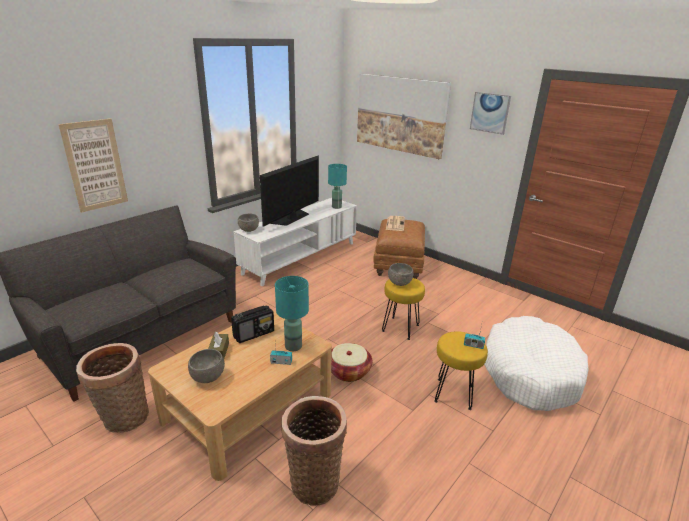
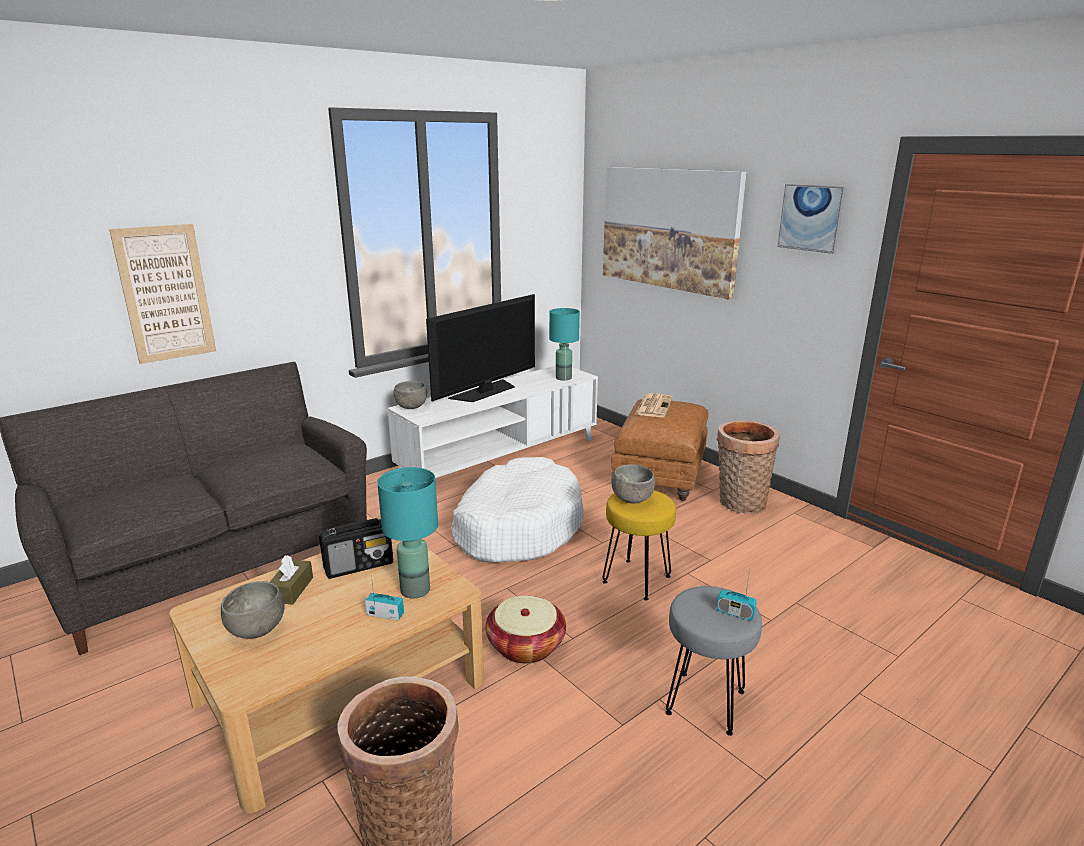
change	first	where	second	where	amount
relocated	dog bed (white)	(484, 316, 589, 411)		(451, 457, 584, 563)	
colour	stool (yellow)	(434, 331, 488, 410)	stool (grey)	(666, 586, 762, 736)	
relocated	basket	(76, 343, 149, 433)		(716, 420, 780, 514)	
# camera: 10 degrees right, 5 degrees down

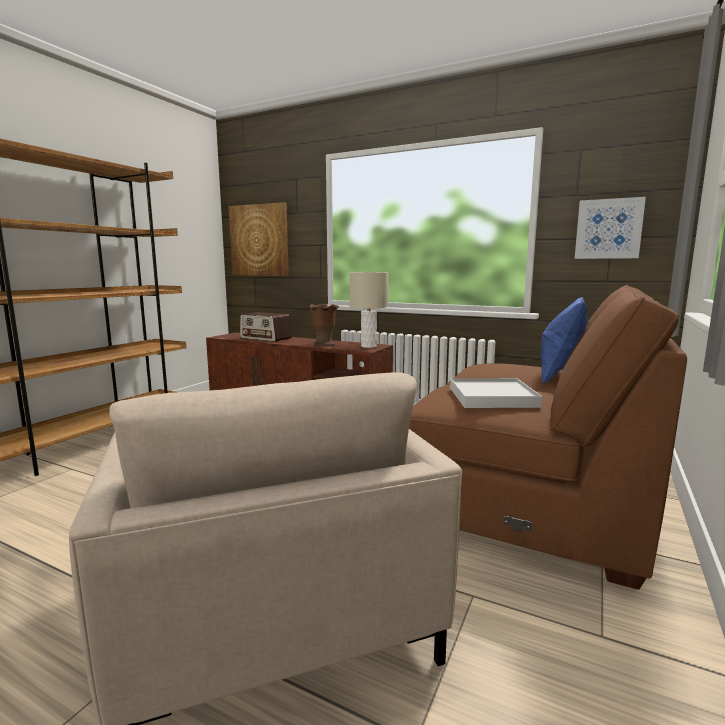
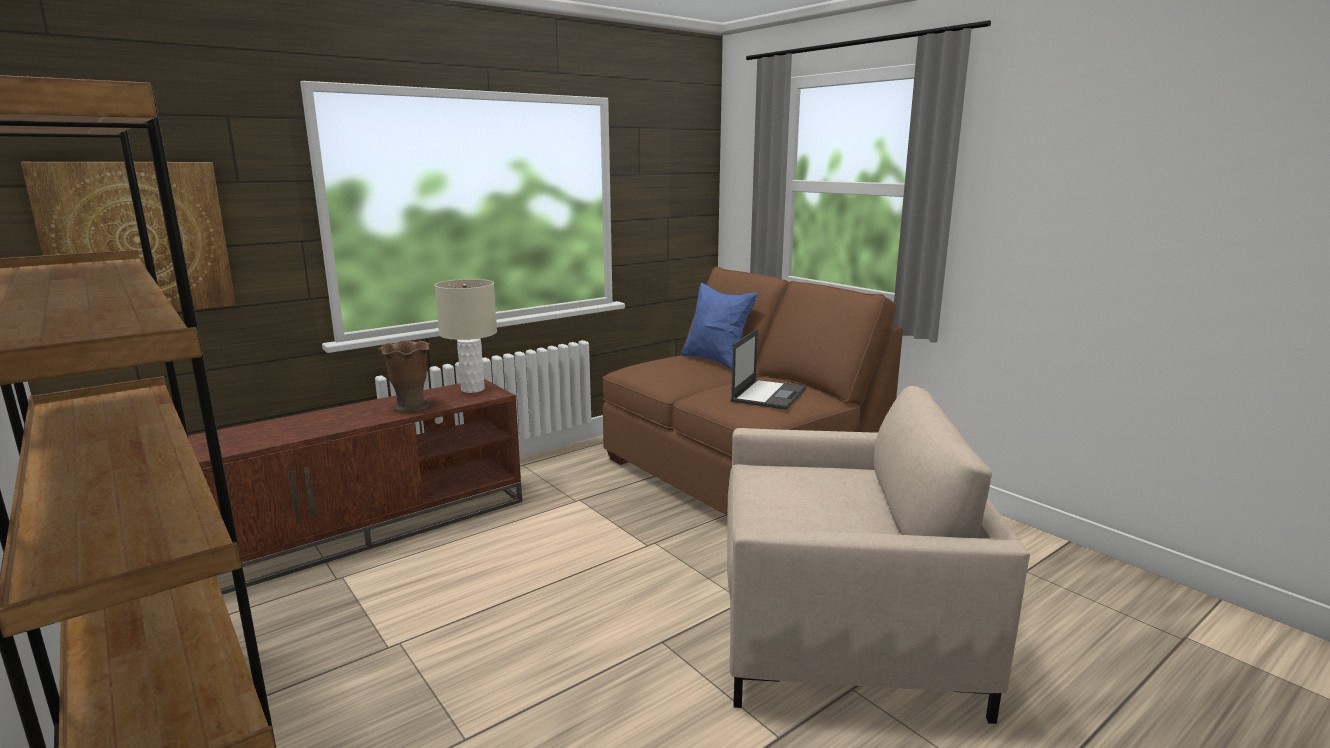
change	first	where	second	where	amount
exchanged	tray (white)	(450, 378, 542, 408)	laptop	(731, 329, 806, 410)	
missing	radio	(240, 312, 292, 342)			
missing	picture	(575, 197, 646, 259)			
# camera: 65 degrees left, 5 degrees up

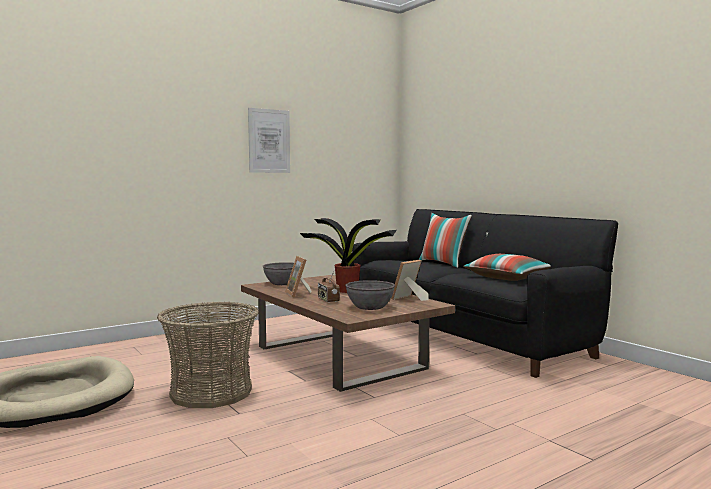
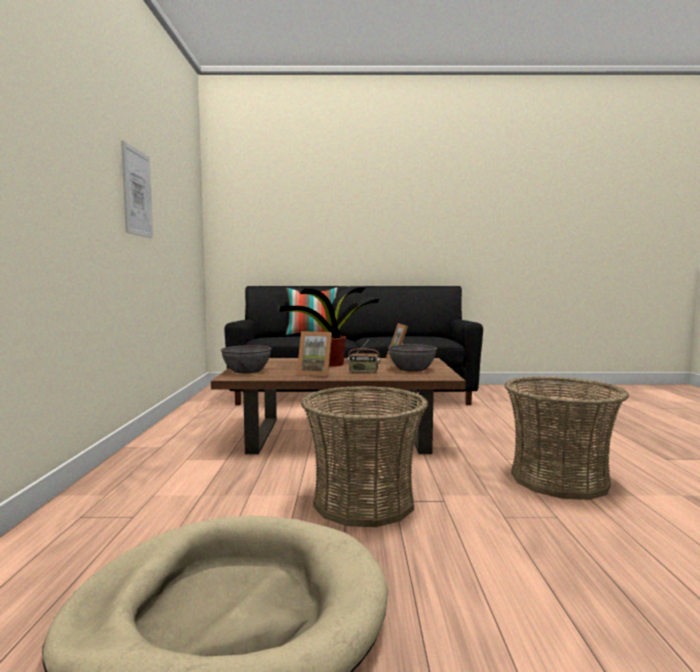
change	first	where	second	where	amount
appeared			basket	(505, 376, 629, 500)	
missing	pillow	(463, 254, 551, 281)			
# camera: 55 degrees left, 0 degrees up

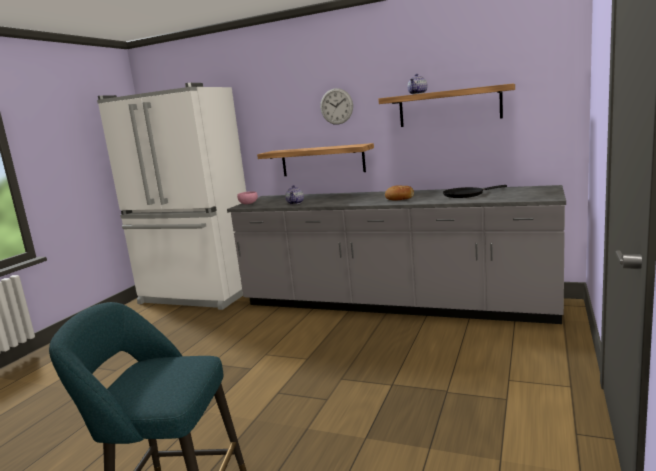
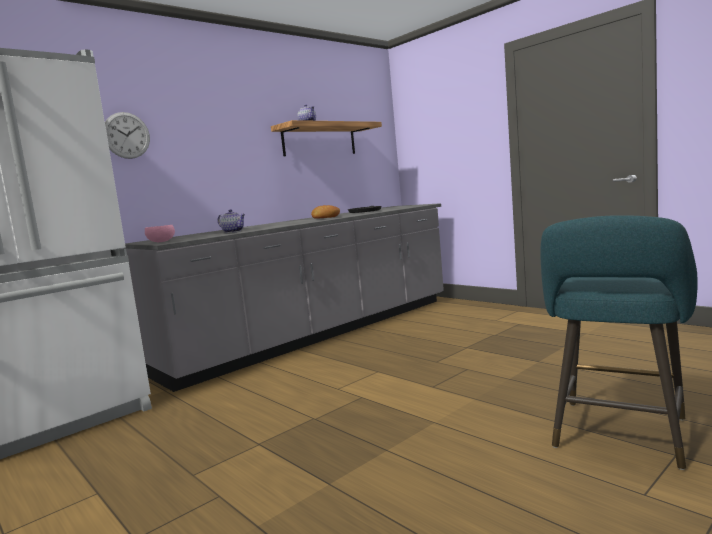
change	first	where	second	where	amount
relocated	wall clock	(320, 88, 353, 125)		(105, 112, 150, 159)	
missing	shelf	(257, 143, 374, 176)			
# camera: 65 degrees left, 5 degrees down

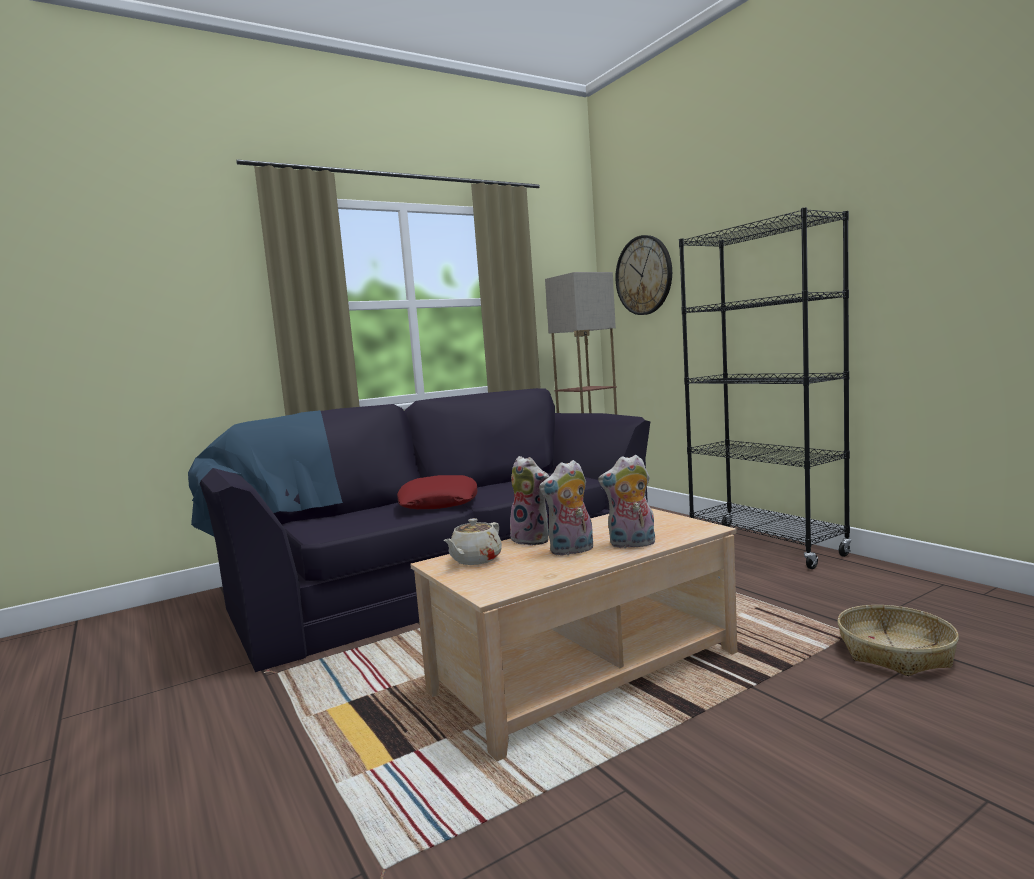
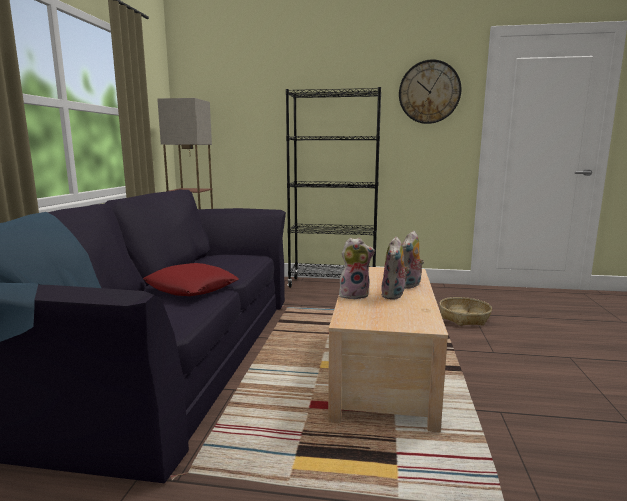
change	first	where	second	where	amount
relocated	wall clock	(615, 235, 672, 315)		(399, 59, 462, 124)	
missing	teapot (beige)	(443, 518, 502, 565)			
# camera: 50 degrees left, 5 degrees up

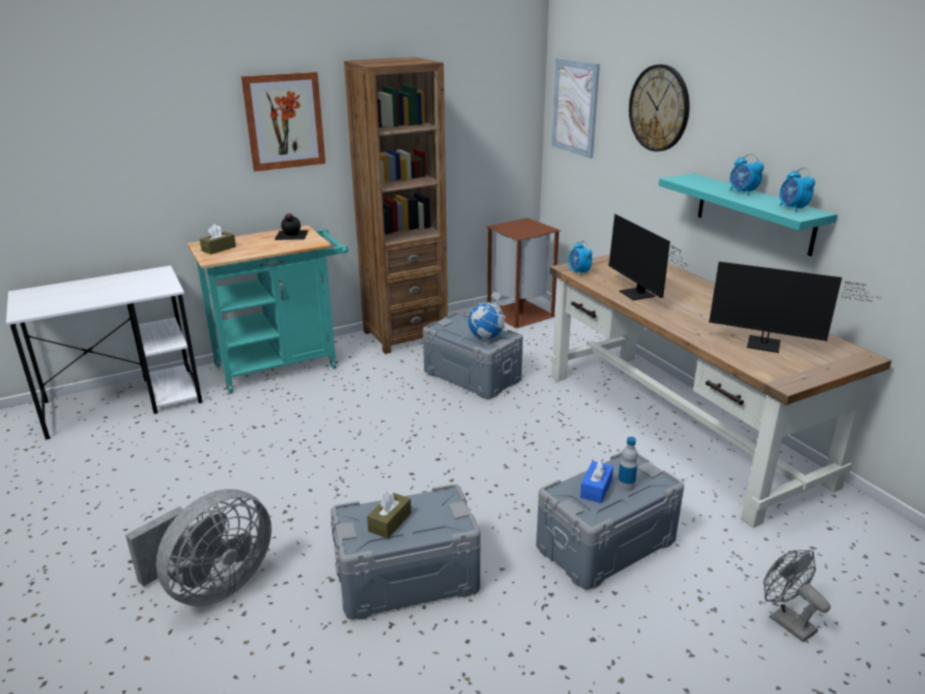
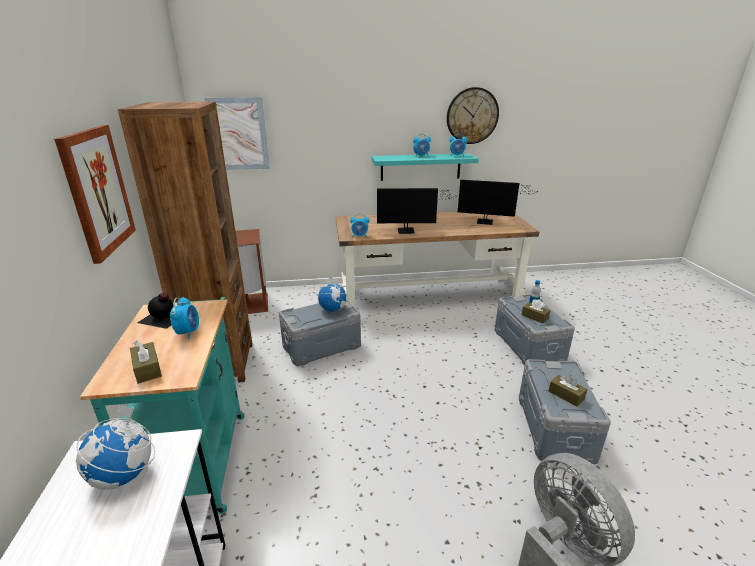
change	first	where	second	where	amount
appeared			globe	(76, 405, 155, 490)	
appeared			alarm clock	(170, 297, 199, 339)	
relocated	wall clock	(629, 64, 690, 152)		(447, 87, 499, 144)	
spun	monitor	(709, 262, 879, 353)		(458, 180, 538, 225)	60 degrees clockwise
colour	tissue box (blue)	(580, 458, 613, 503)	tissue box (brown)	(522, 299, 550, 323)	
missing	fan (grey)	(763, 550, 831, 642)			
# camera: 70 degrees left, 0 degrees up

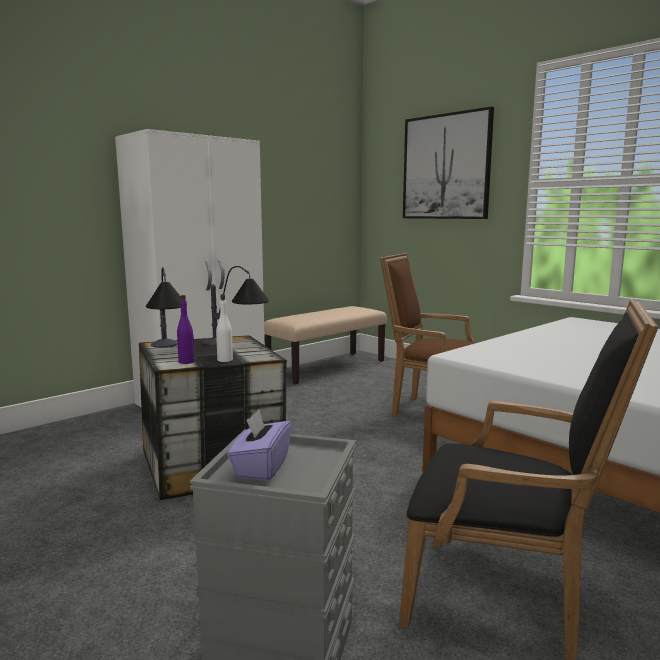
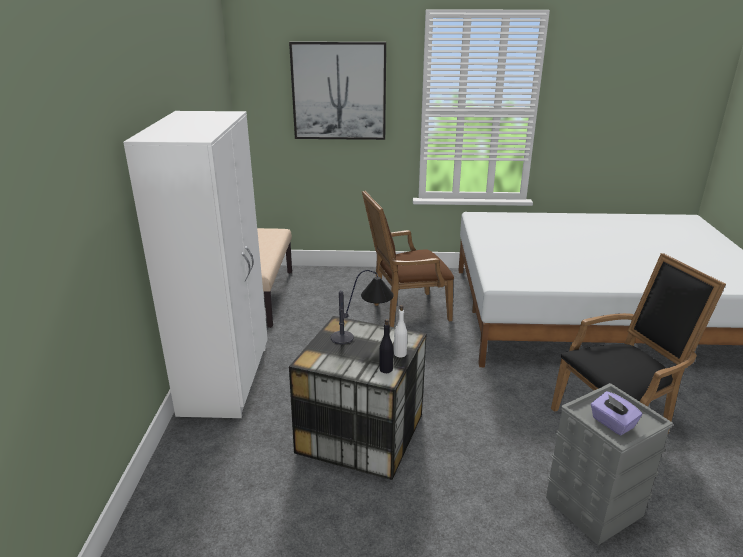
change	first	where	second	where	amount
colour	bottle (purple)	(177, 295, 194, 364)	bottle (black)	(379, 319, 393, 373)	
missing	table lamp	(146, 267, 181, 348)			
# camera: 45 degrees left, 15 degrees up

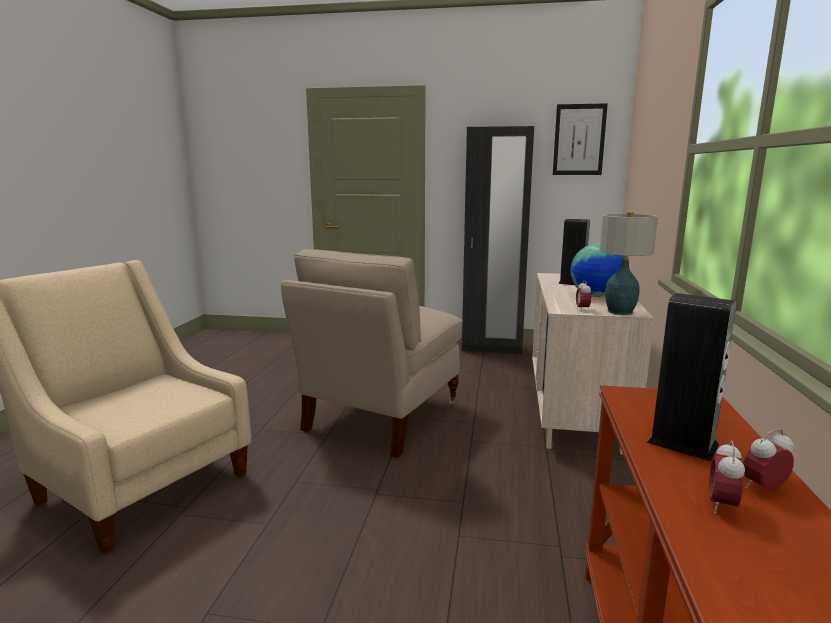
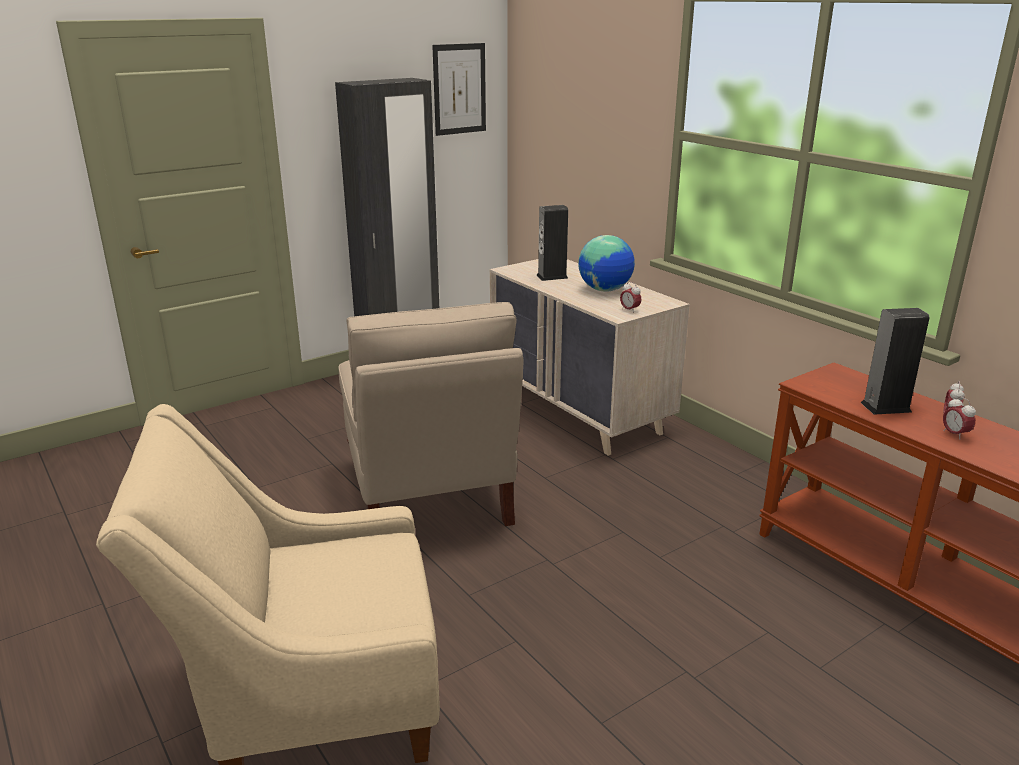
change	first	where	second	where	amount
missing	table lamp	(600, 211, 658, 315)			
# camera: 45 degrees left, 10 degrees up

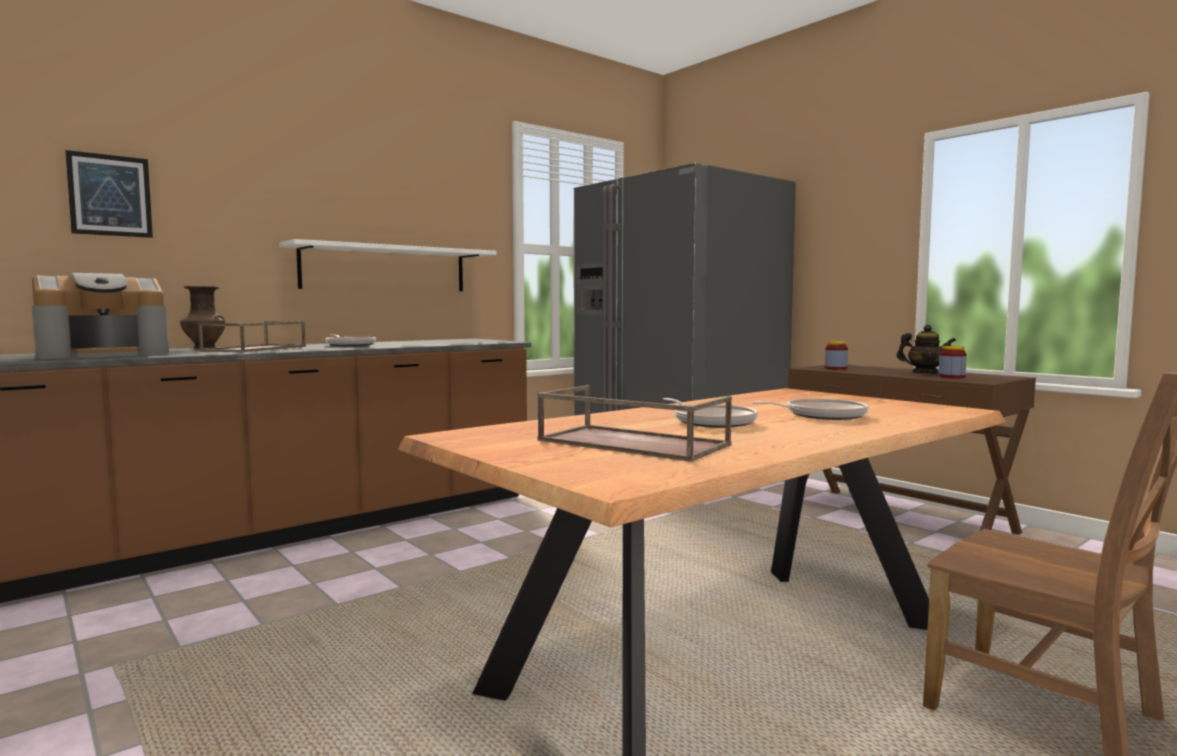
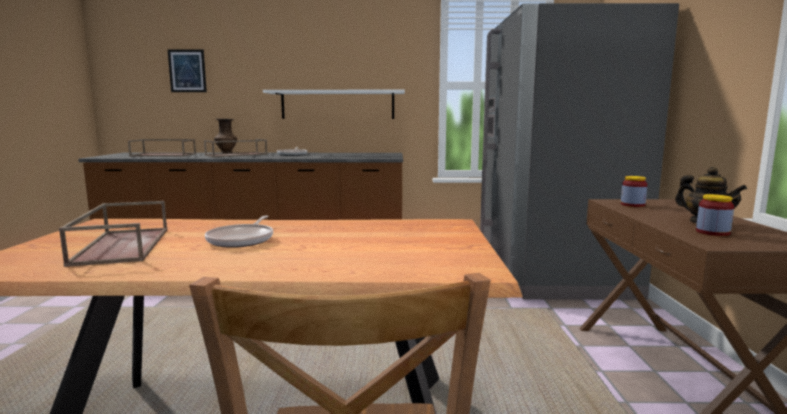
change	first	where	second	where	amount
exchanged	coffee machine	(32, 273, 169, 359)	tray (brown)	(128, 139, 196, 156)	
missing	frying pan	(752, 398, 869, 420)			
# camera: 40 degrees right, 5 degrees up

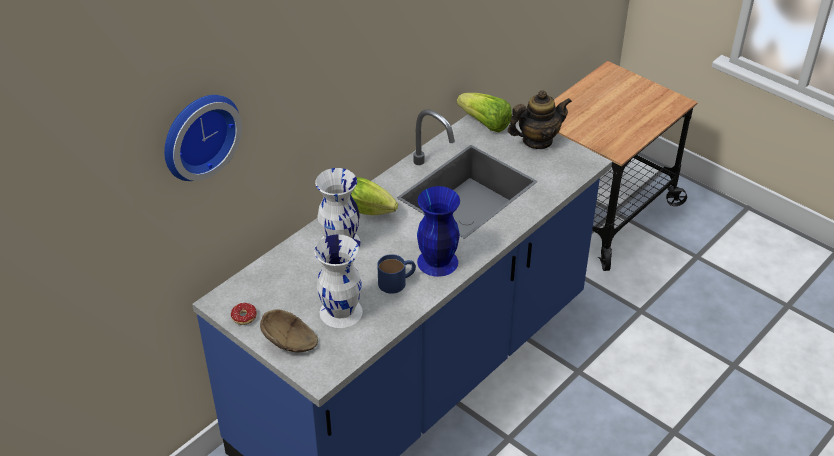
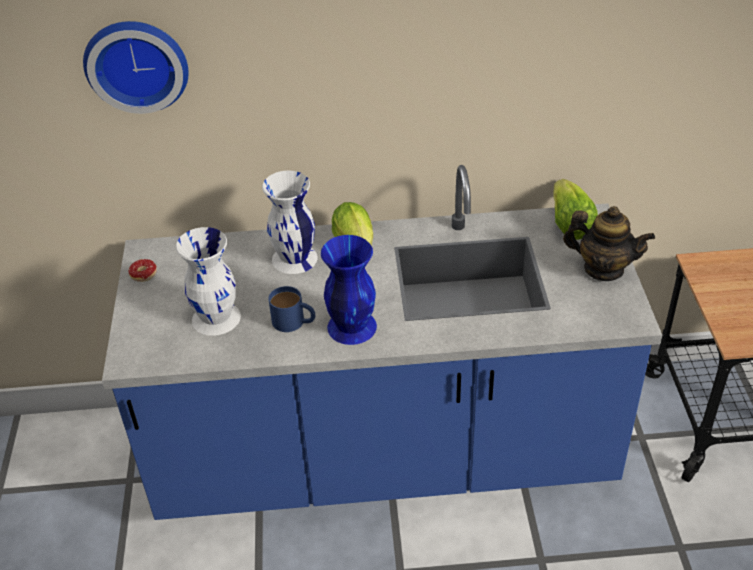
change	first	where	second	where	amount
missing	bowl (brown)	(260, 309, 318, 352)			
# camera: 45 degrees right, 0 degrees up

